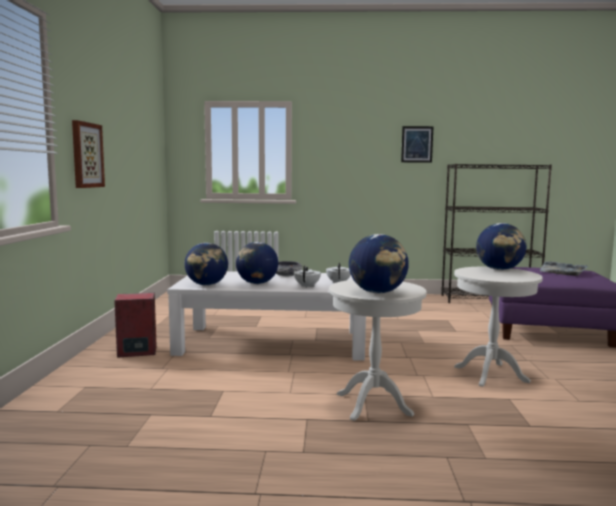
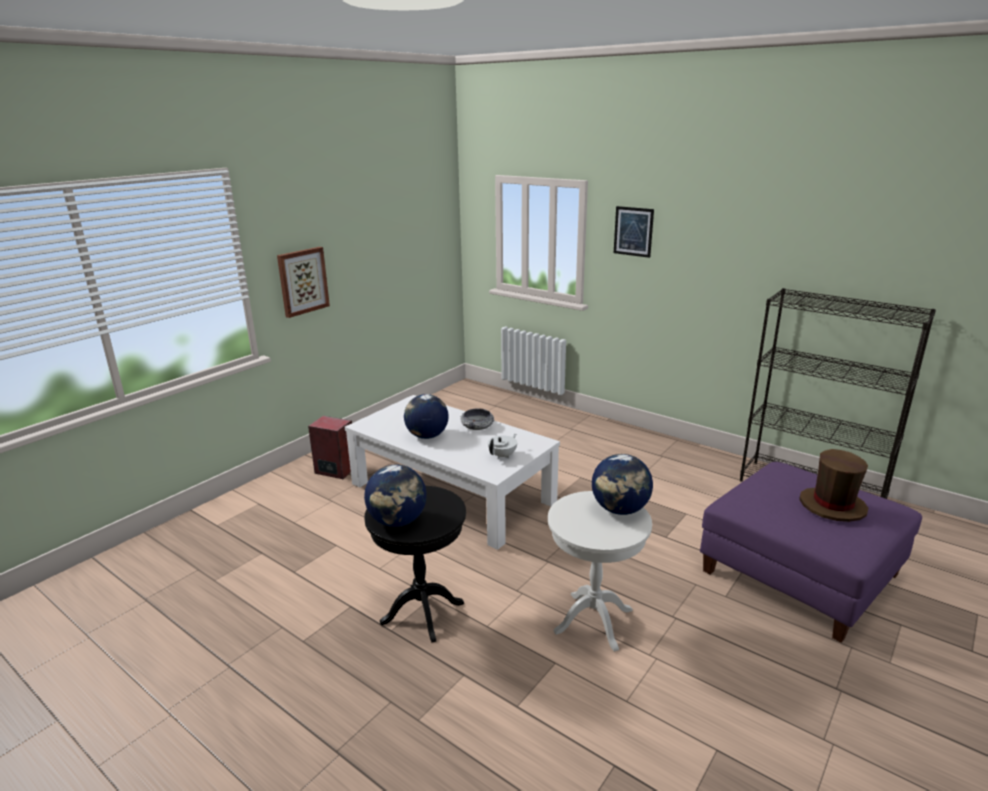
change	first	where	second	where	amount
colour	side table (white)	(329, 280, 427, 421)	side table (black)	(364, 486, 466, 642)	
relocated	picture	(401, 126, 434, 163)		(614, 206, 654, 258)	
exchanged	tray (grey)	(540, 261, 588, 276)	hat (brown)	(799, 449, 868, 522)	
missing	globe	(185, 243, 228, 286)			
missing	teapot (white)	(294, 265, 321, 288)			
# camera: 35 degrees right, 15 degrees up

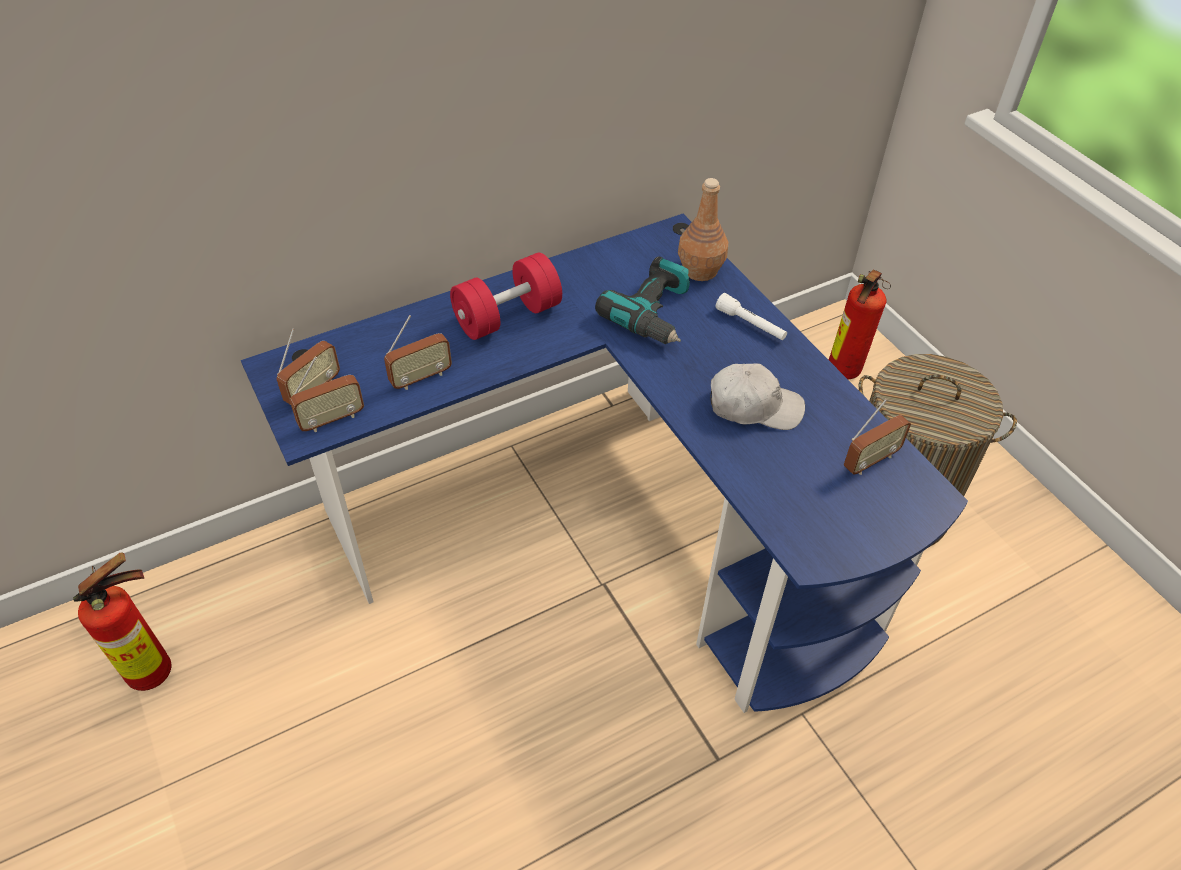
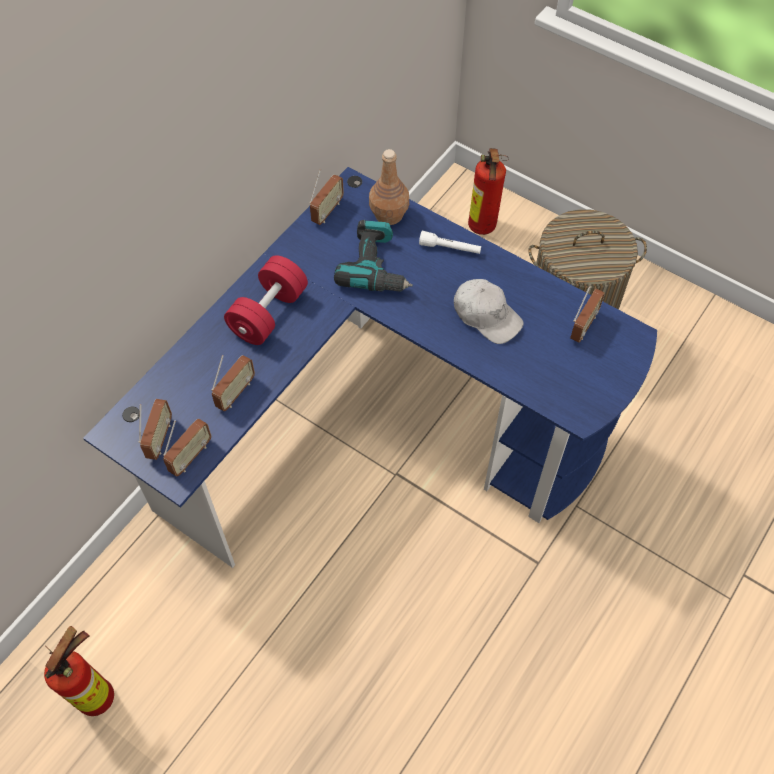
change	first	where	second	where	amount
appeared			radio	(309, 169, 344, 225)	
spun	cap (white)	(710, 364, 805, 430)		(454, 279, 524, 344)	60 degrees clockwise
# camera: 25 degrees left, 10 degrees up

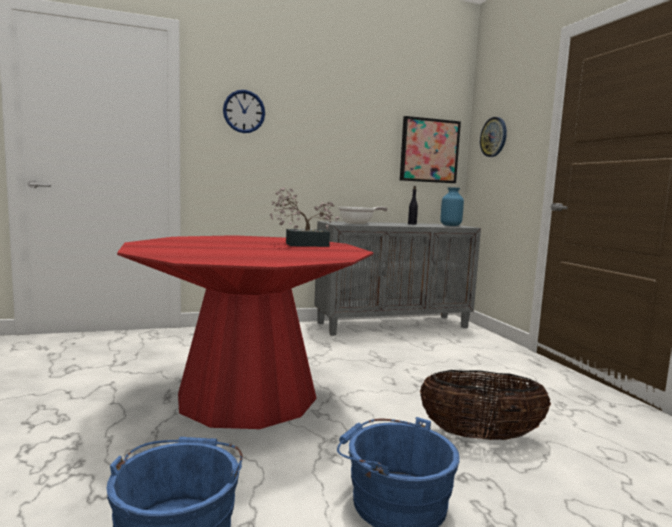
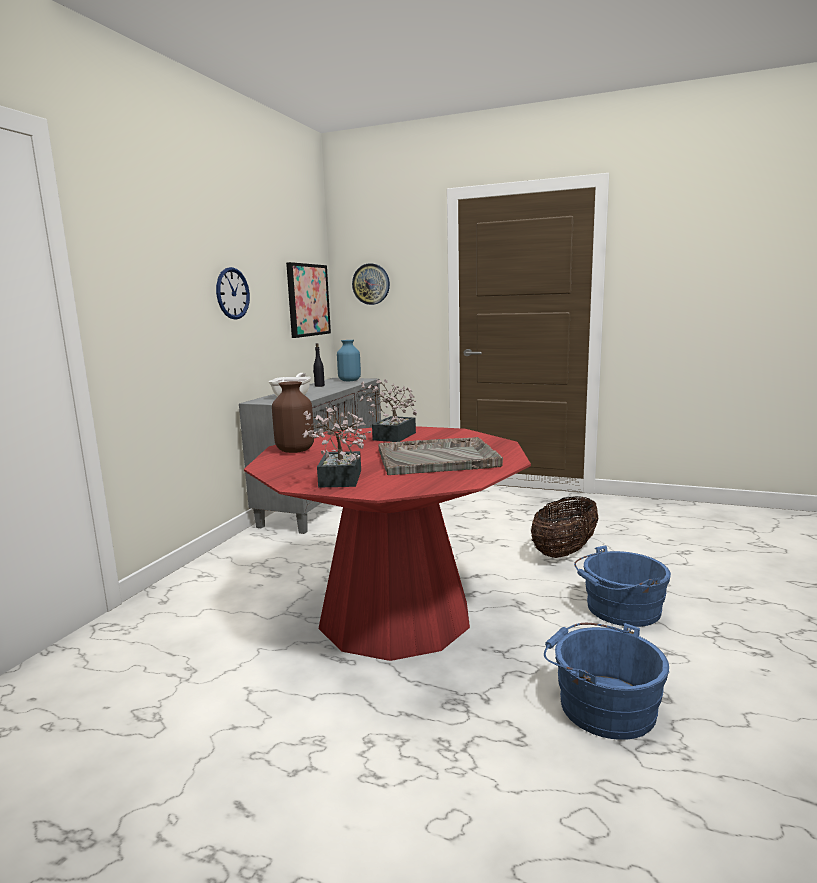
change	first	where	second	where	amount
relocated	wall clock	(223, 90, 265, 133)		(216, 267, 250, 320)	
appeared			vase (brown)	(272, 381, 314, 453)	
appeared			potted plant	(302, 406, 372, 488)	
appeared			tray (grey)	(378, 437, 503, 475)	
# camera: 50 degrees left, 5 degrees up

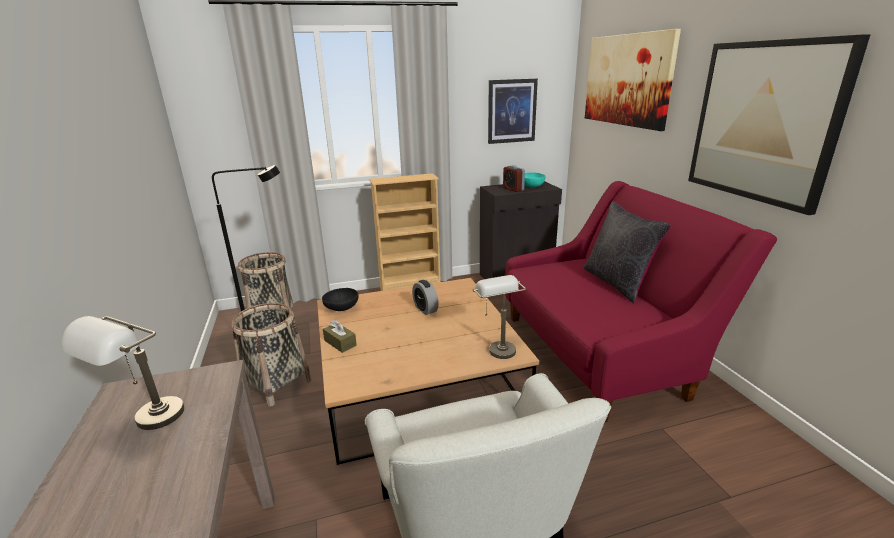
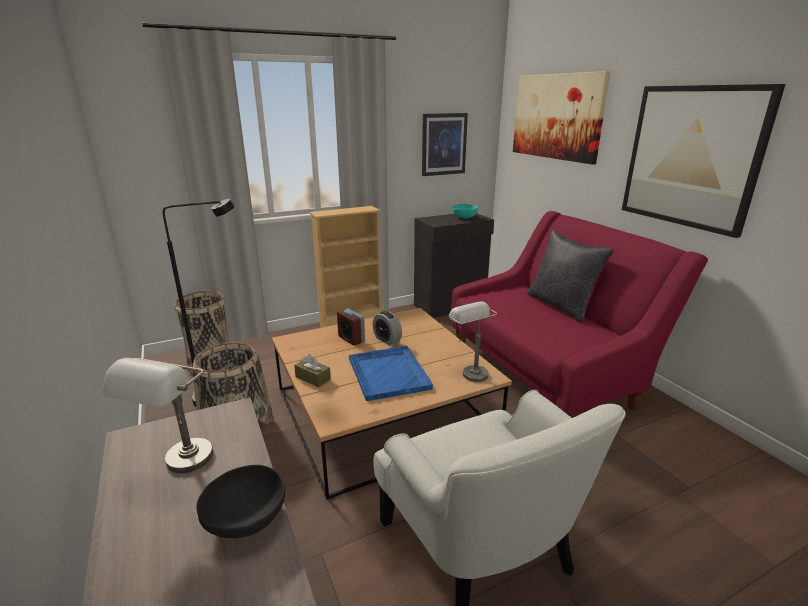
change	first	where	second	where	amount
relocated	bowl (black)	(322, 288, 359, 311)		(196, 465, 285, 538)	
relocated	alarm clock	(503, 165, 525, 192)		(337, 308, 365, 346)	
appeared			tray (blue)	(349, 346, 433, 401)	
# camera: 10 degrees left, 0 degrees up

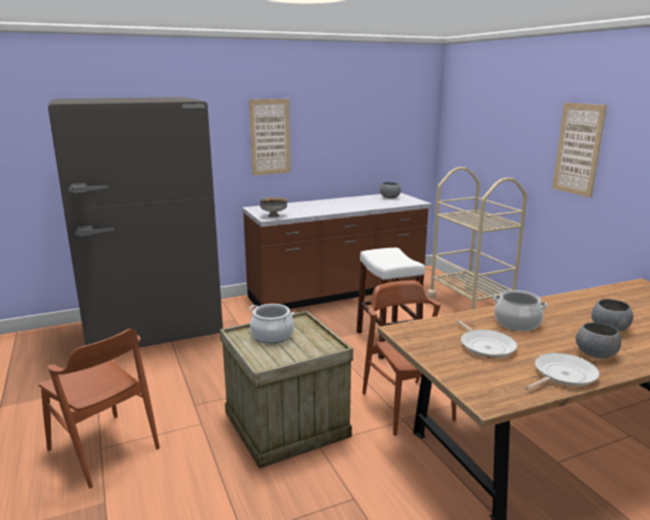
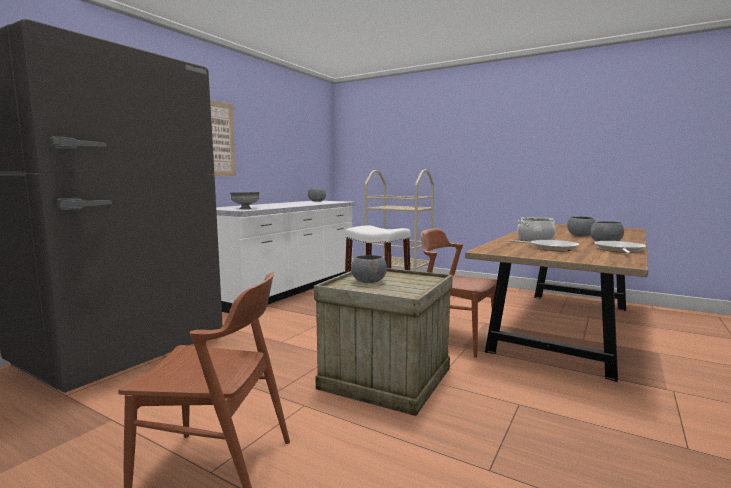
change	first	where	second	where	amount
colour	counter (brown)	(242, 193, 432, 309)	counter (white)	(216, 201, 355, 313)	
exchanged	cooking pot	(249, 304, 294, 344)	bowl (grey)	(351, 255, 387, 283)	
missing	picture	(552, 103, 607, 198)			
# camera: 35 degrees left, 10 degrees down

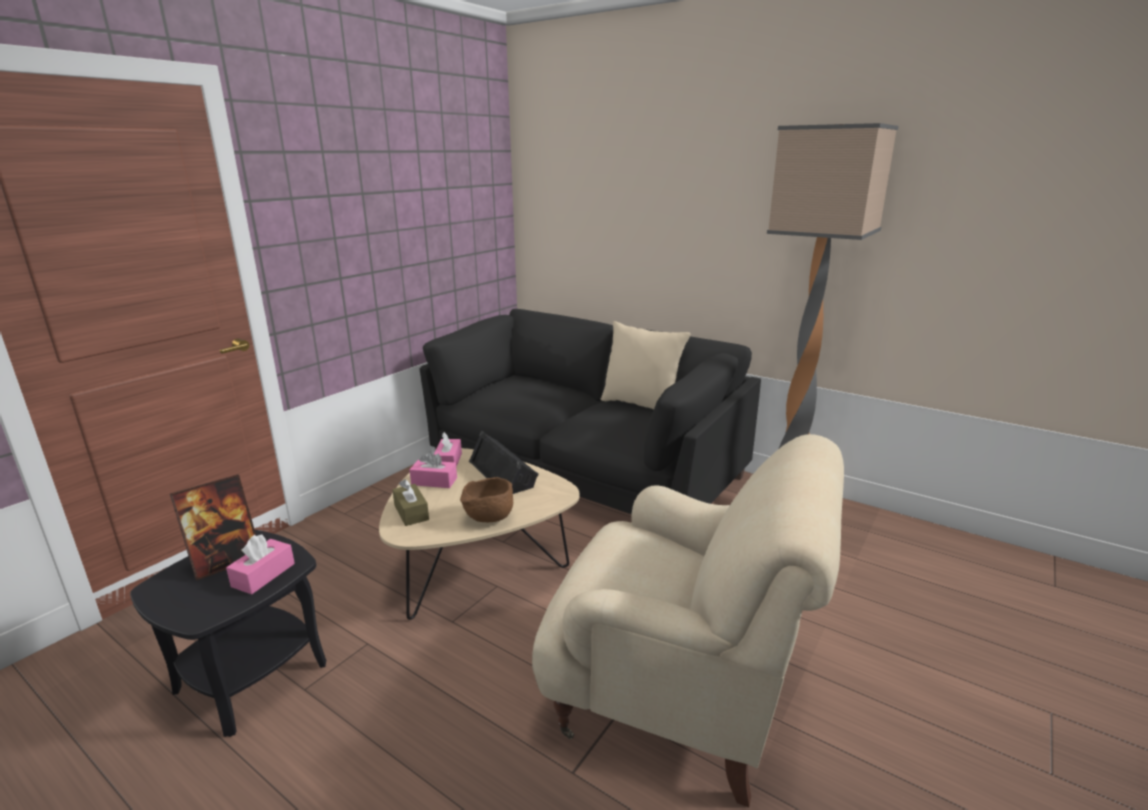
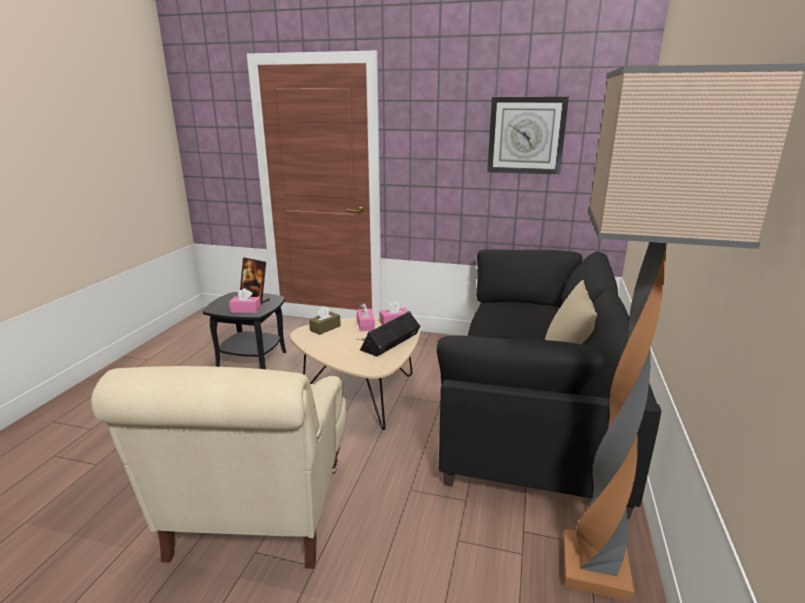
change	first	where	second	where	amount
appeared			wall clock	(487, 97, 569, 175)	
missing	bowl (brown)	(460, 477, 513, 522)			
# camera: 70 degrees right, 0 degrees up

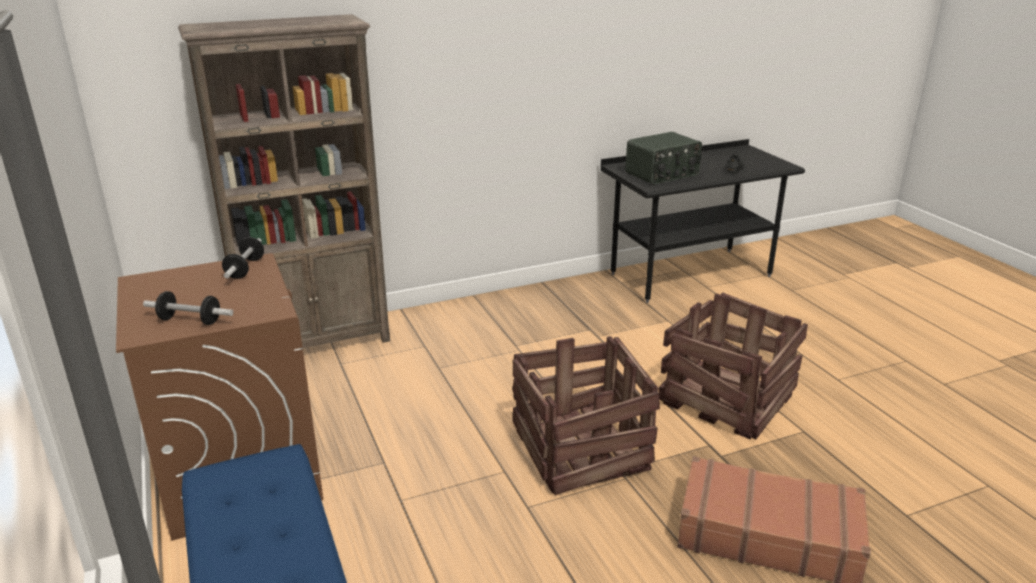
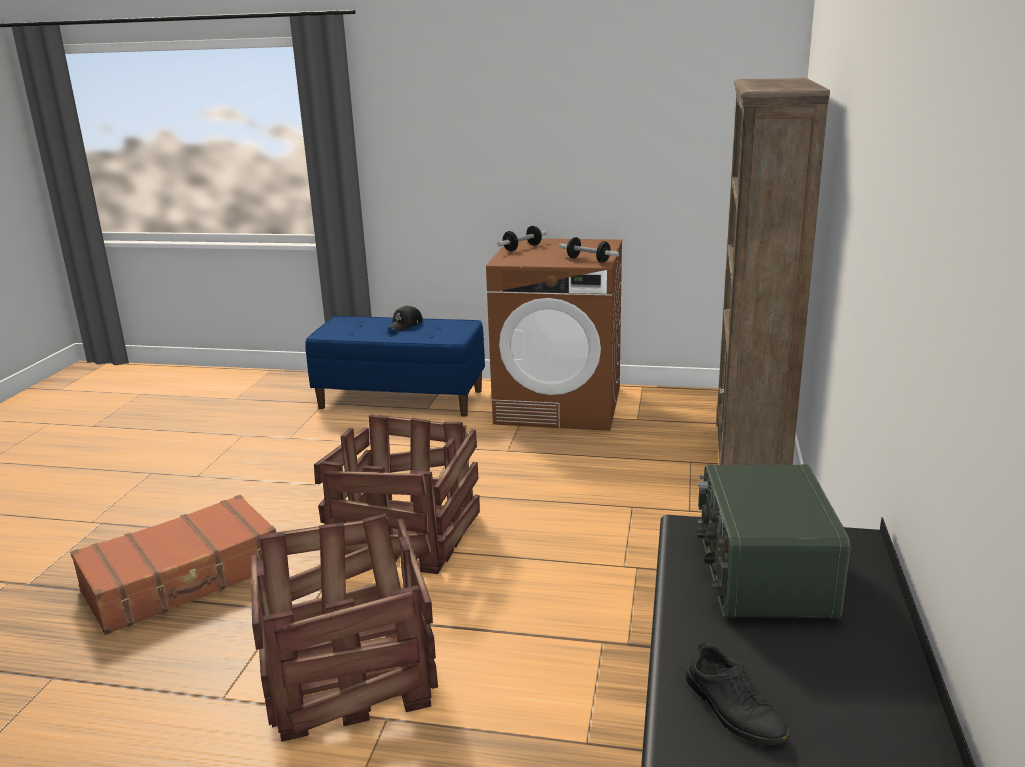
change	first	where	second	where	amount
appeared			cap (black)	(388, 305, 423, 331)	
# camera: 125 degrees right, 5 degrees down

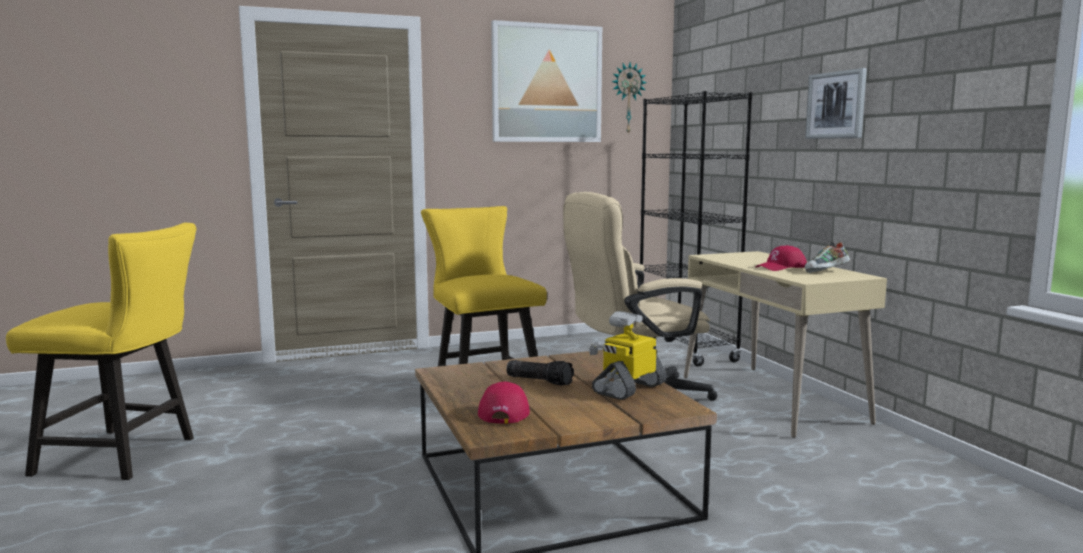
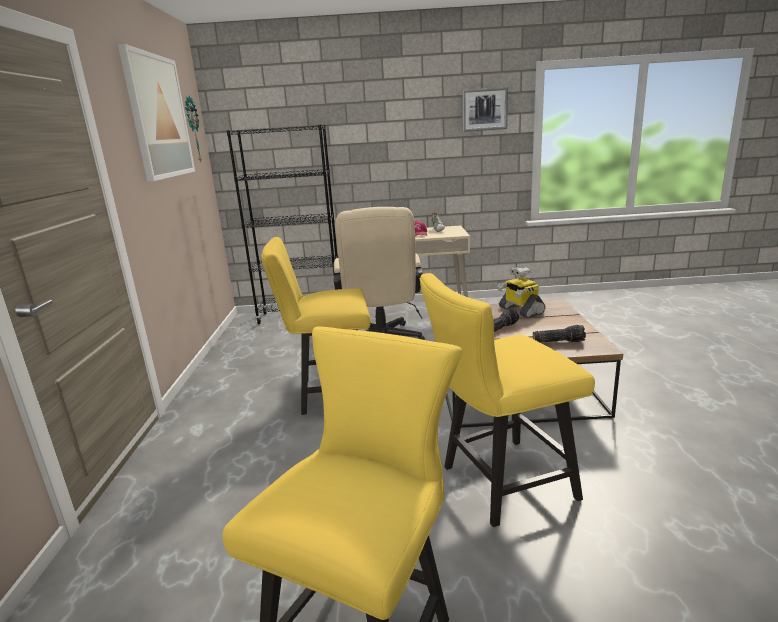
change	first	where	second	where	amount
appeared			chair (yellow)	(419, 273, 595, 527)	
relocated	picture	(805, 68, 867, 139)		(462, 87, 508, 132)	
exchanged	cap (red)	(478, 382, 530, 424)	flashlight	(533, 325, 586, 343)	
# camera: 70 degrees left, 10 degrees up

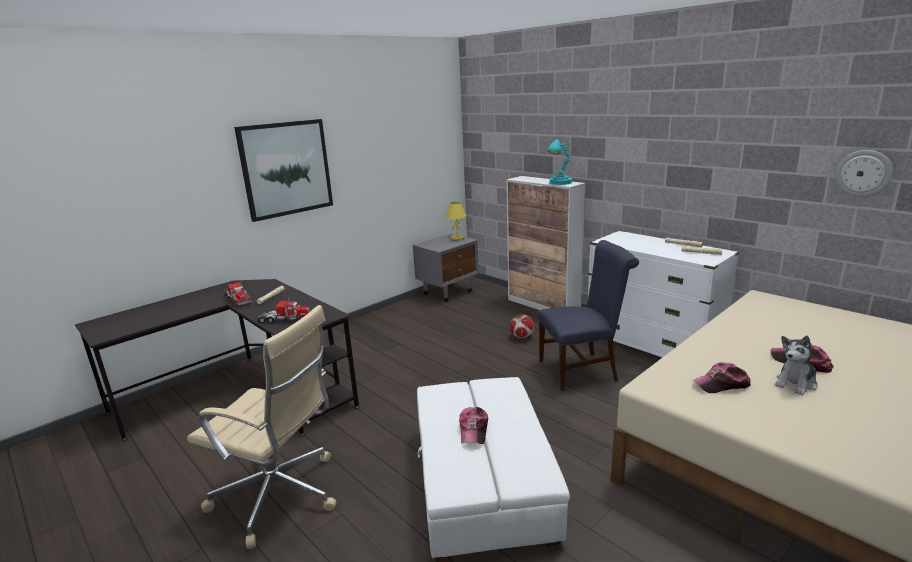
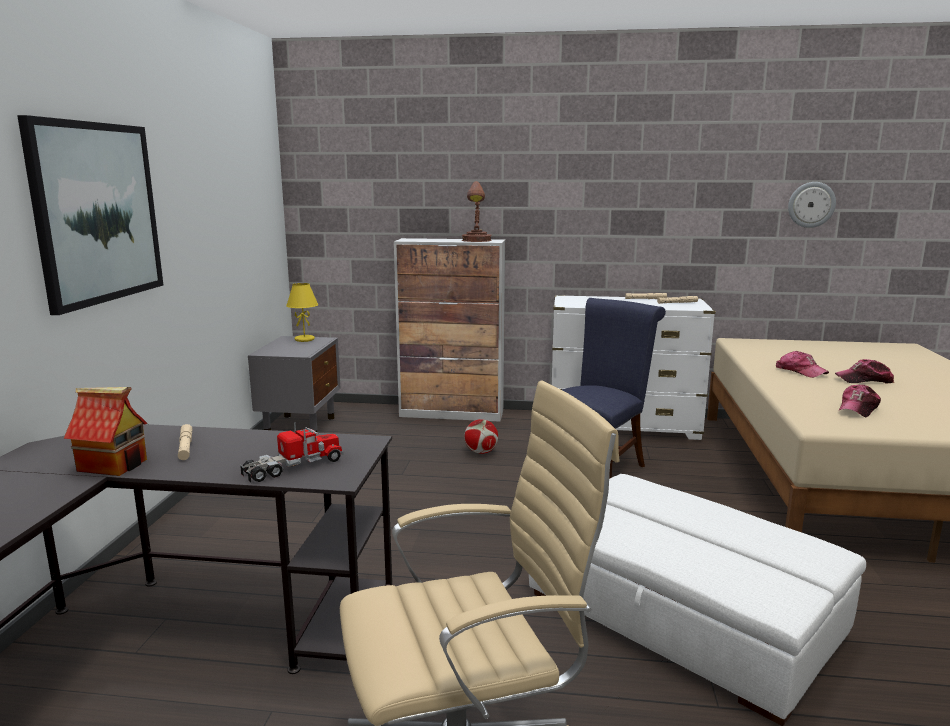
change	first	where	second	where	amount
exchanged	toy truck	(224, 282, 251, 307)	toy house	(64, 387, 147, 476)	
colour	table lamp (turquoise)	(548, 139, 572, 185)	table lamp (brown)	(462, 181, 492, 242)	
relocated	cap	(459, 407, 488, 444)		(776, 351, 829, 378)	
missing	plush toy	(775, 336, 817, 395)			
# camera: 40 degrees left, 5 degrees down

